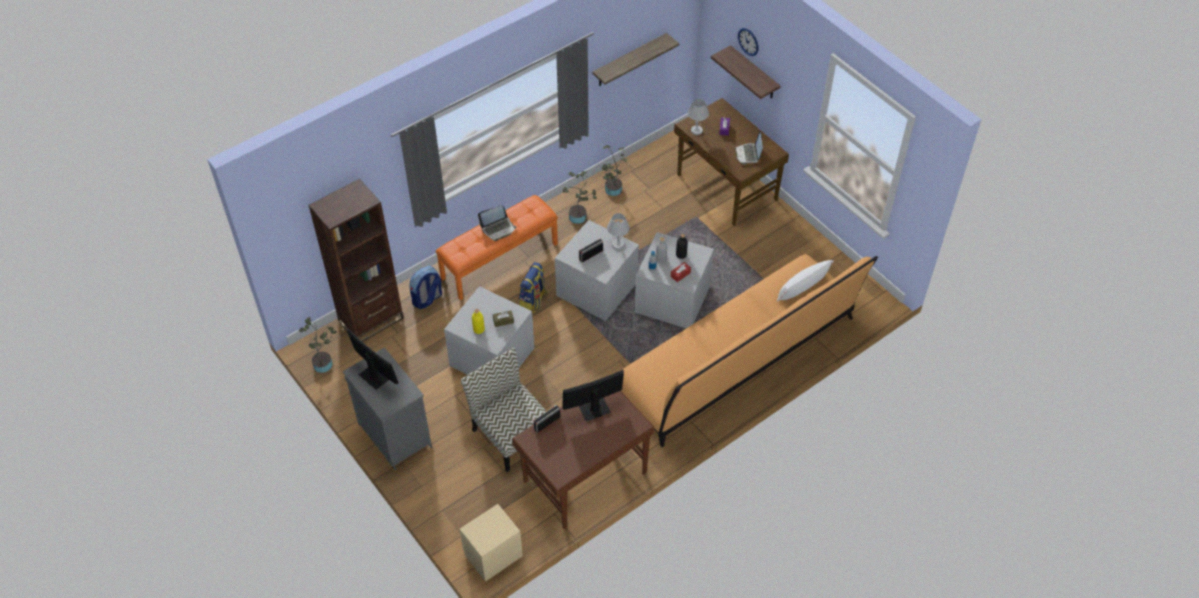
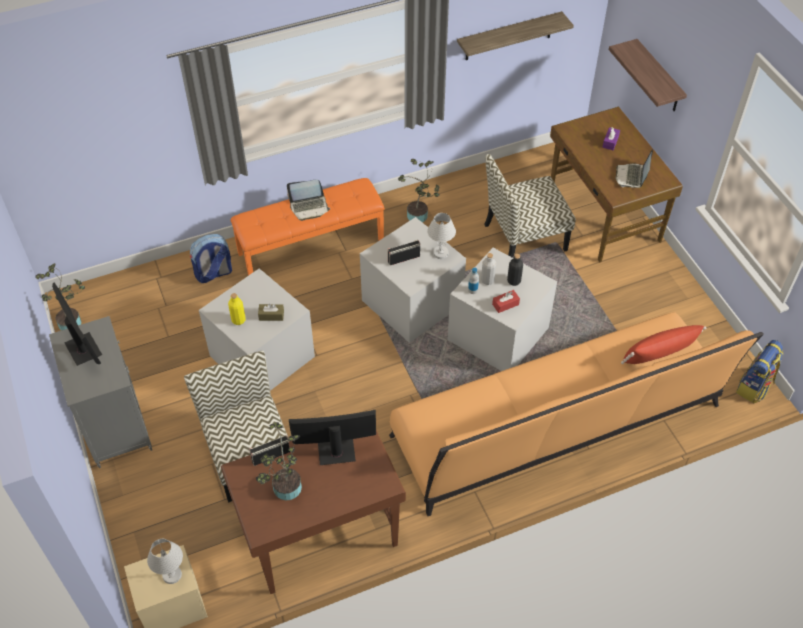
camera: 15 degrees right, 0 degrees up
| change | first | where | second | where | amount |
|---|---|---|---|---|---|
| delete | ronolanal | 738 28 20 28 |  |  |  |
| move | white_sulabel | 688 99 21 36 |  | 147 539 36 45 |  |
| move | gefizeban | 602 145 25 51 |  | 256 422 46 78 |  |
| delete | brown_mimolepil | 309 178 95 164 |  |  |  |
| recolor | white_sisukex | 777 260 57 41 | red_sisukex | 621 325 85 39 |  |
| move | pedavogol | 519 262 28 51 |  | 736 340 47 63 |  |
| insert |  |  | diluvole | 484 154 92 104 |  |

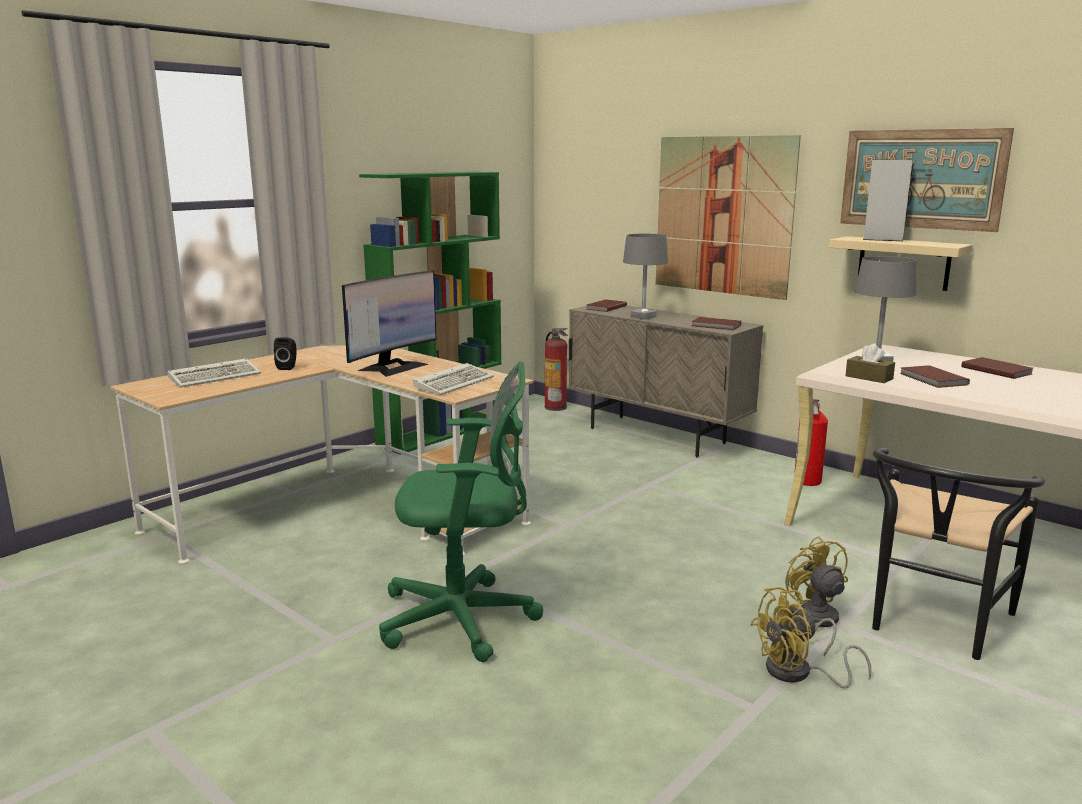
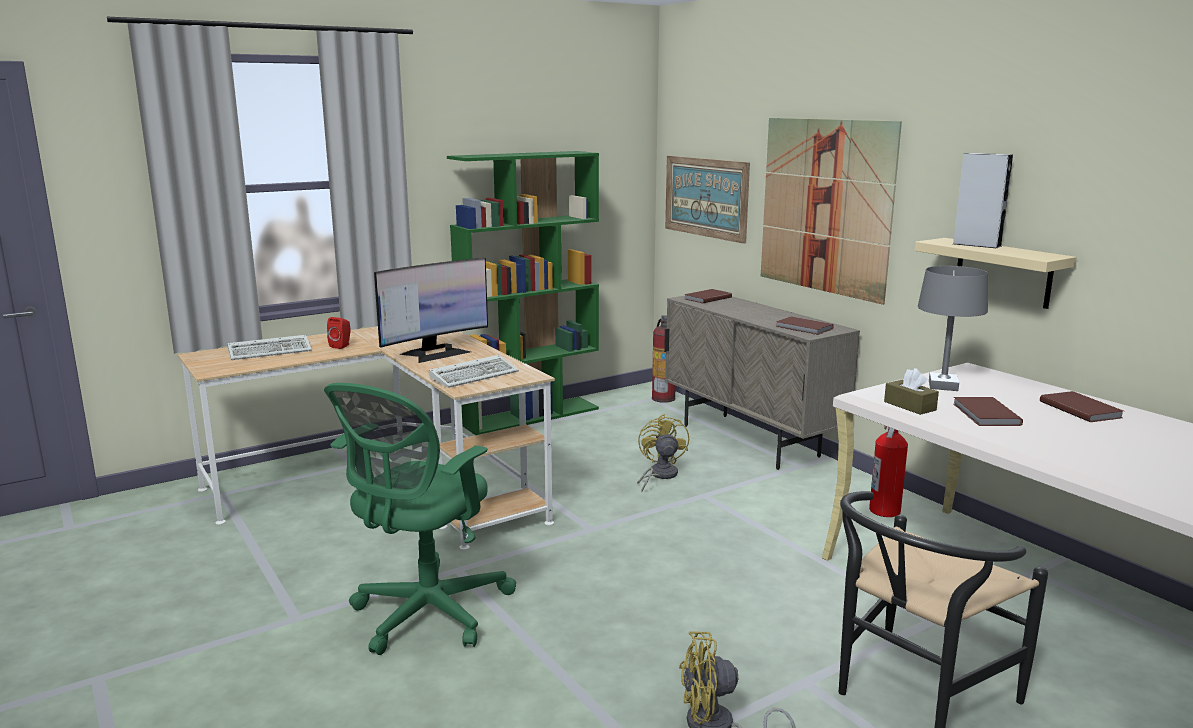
camera: 15 degrees right, 0 degrees up
| change | first | where | second | where | amount |
|---|---|---|---|---|---|
| move | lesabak | 840 128 174 104 |  | 665 156 85 88 |  |
| delete | grey_sulabel | 623 234 45 86 |  |  |  |
| recolor | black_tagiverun | 274 337 23 33 | red_tagiverun | 327 317 23 32 |  |
| rotate | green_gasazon | 379 361 164 301 |  | 324 383 192 272 | 105 degrees clockwise |
| move | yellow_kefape | 786 536 62 120 |  | 637 414 52 77 |  |

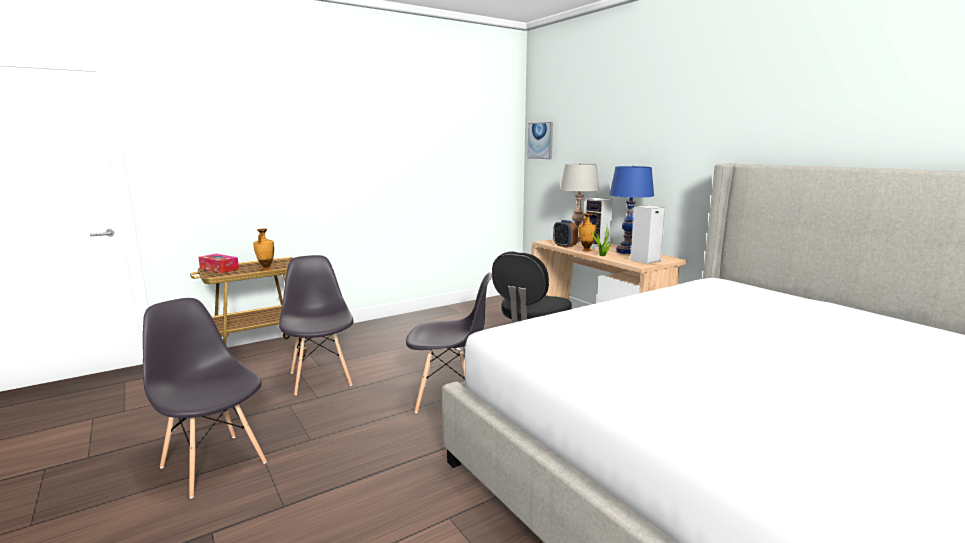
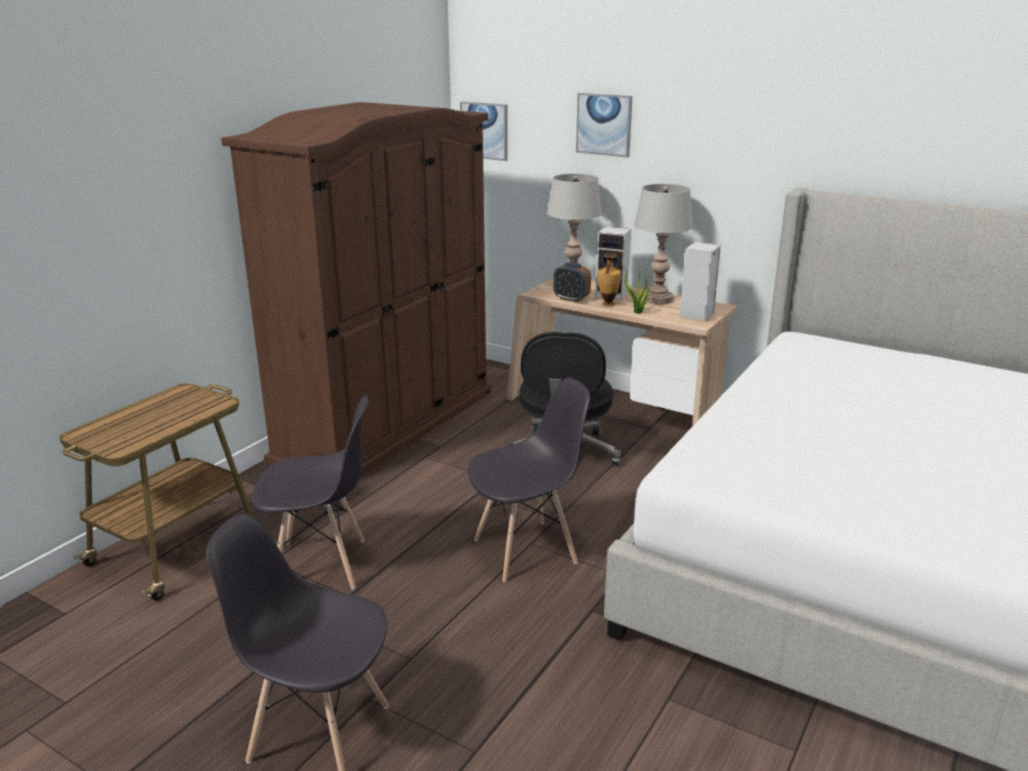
camera: 25 degrees left, 10 degrees up
| change | first | where | second | where | amount |
|---|---|---|---|---|---|
| recolor | blue_sulabel | 609 166 45 88 | grey_sulabel | 634 184 59 120 |  |
| delete | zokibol | 253 229 21 42 |  |  |  |
| delete | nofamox | 198 254 41 19 |  |  |  |
| rotate | grey_diluvole | 279 255 74 140 |  | 251 395 117 194 | 135 degrees clockwise |
| insert |  |  | lesabak | 576 93 56 64 |  |
| insert |  |  | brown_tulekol | 221 102 270 375 |  |

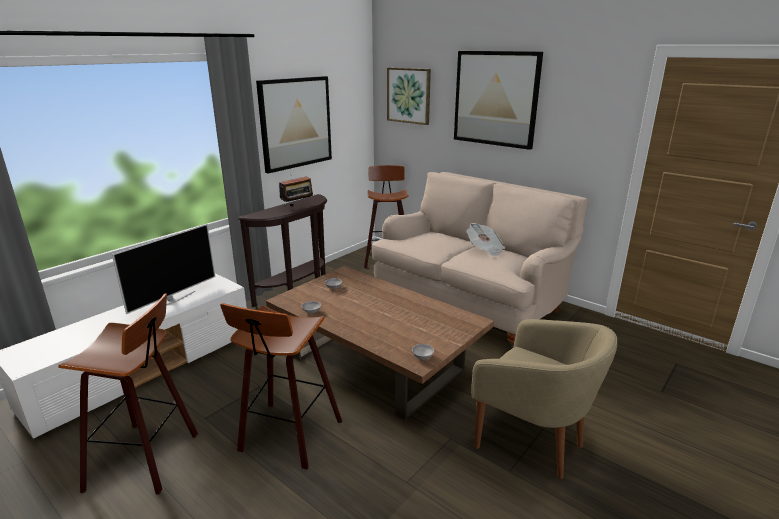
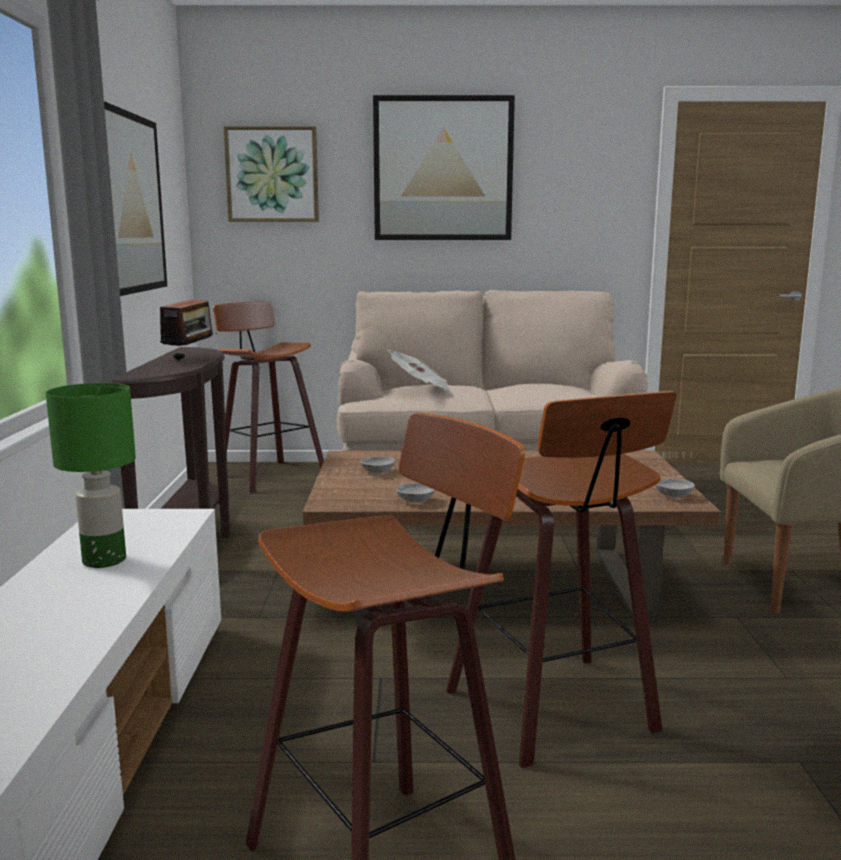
camera: 40 degrees left, 10 degrees down
| change | first | where | second | where | amount |
|---|---|---|---|---|---|
| move | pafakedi | 466 223 39 34 |  | 388 350 63 41 |  |
| replace | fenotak | 112 224 103 90 | green_sulabel | 46 383 90 185 |  |

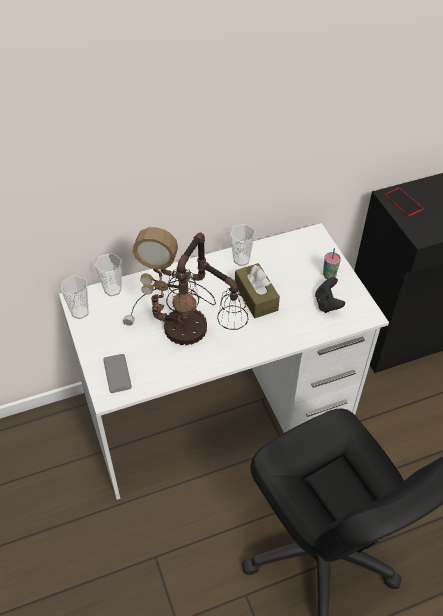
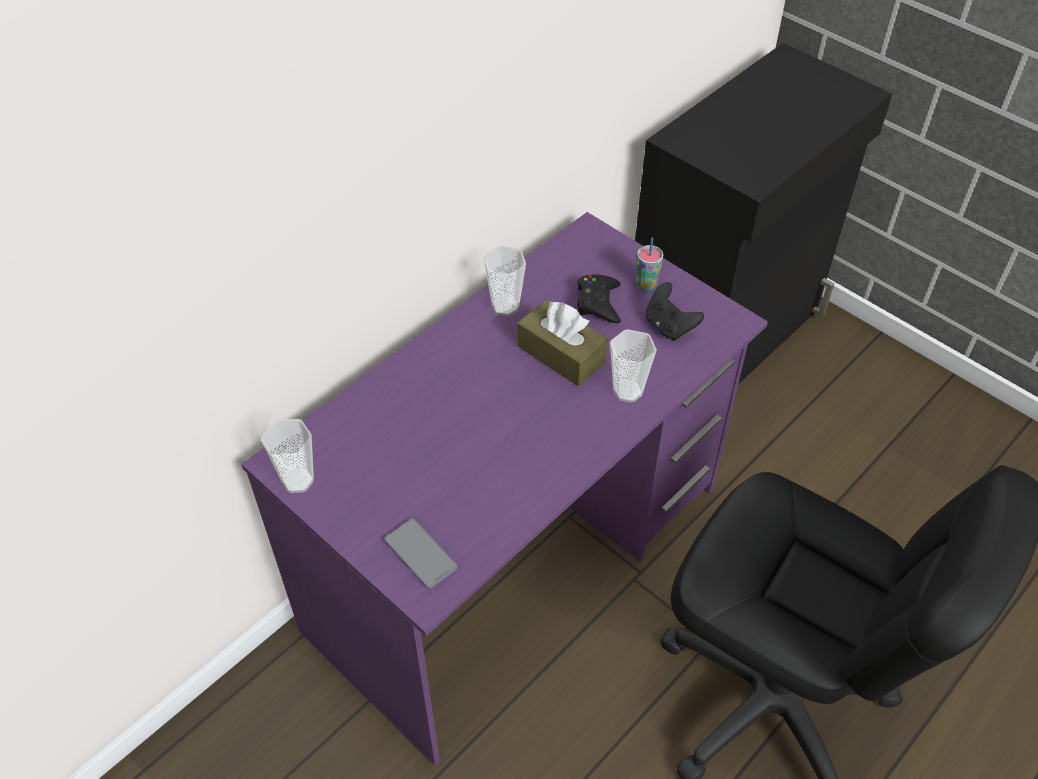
camera: 25 degrees left, 0 degrees up
| change | first | where | second | where | amount |
|---|---|---|---|---|---|
| delete | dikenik | 384 188 40 28 |  |  |  |
| recolor | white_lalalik | 59 223 330 277 | purple_lalalik | 241 212 527 553 |  |
| delete | sulabel | 123 227 125 118 |  |  |  |
| move | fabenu | 95 253 27 43 |  | 610 329 47 74 |  |
| insert |  |  | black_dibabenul | 577 275 44 48 |  |

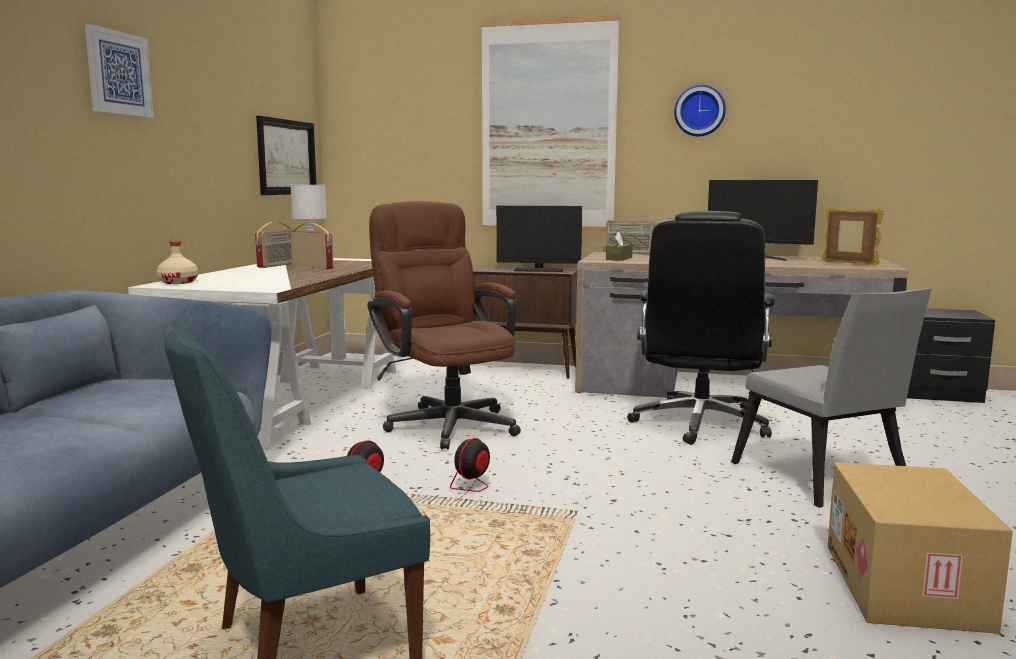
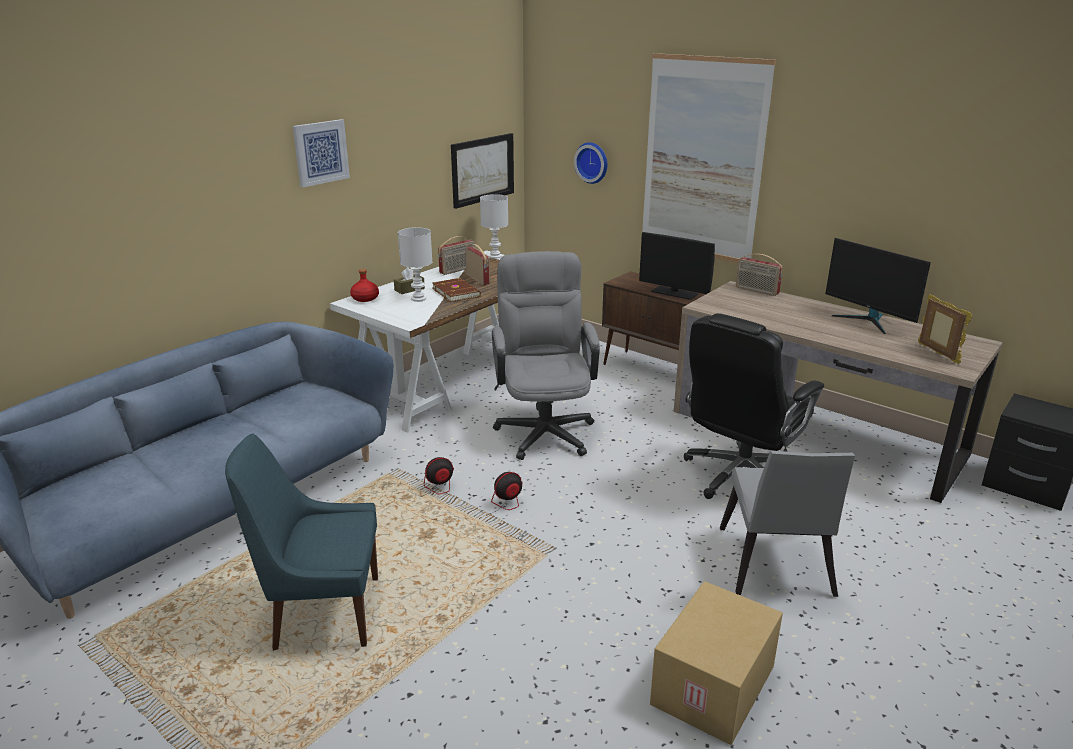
camera: 25 degrees right, 15 degrees up
| change | first | where | second | where | amount |
|---|---|---|---|---|---|
| move | ronolanal | 674 85 52 51 |  | 574 142 33 42 |  |
| recolor | brown_gasazon | 367 201 154 249 | grey_gasazon | 492 251 108 209 |  |
| move | brown_nofamox | 606 232 27 29 |  | 394 267 31 27 |  |
| recolor | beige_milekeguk | 156 240 42 44 | red_milekeguk | 350 269 29 33 |  |
| insert |  |  | white_sulabel | 398 227 34 75 |  |
| insert |  |  | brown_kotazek | 432 278 49 24 |  |

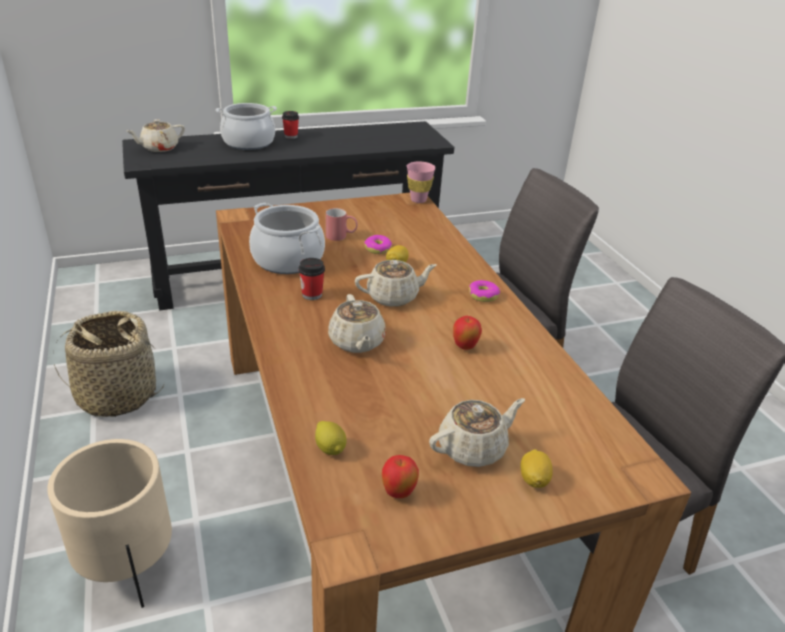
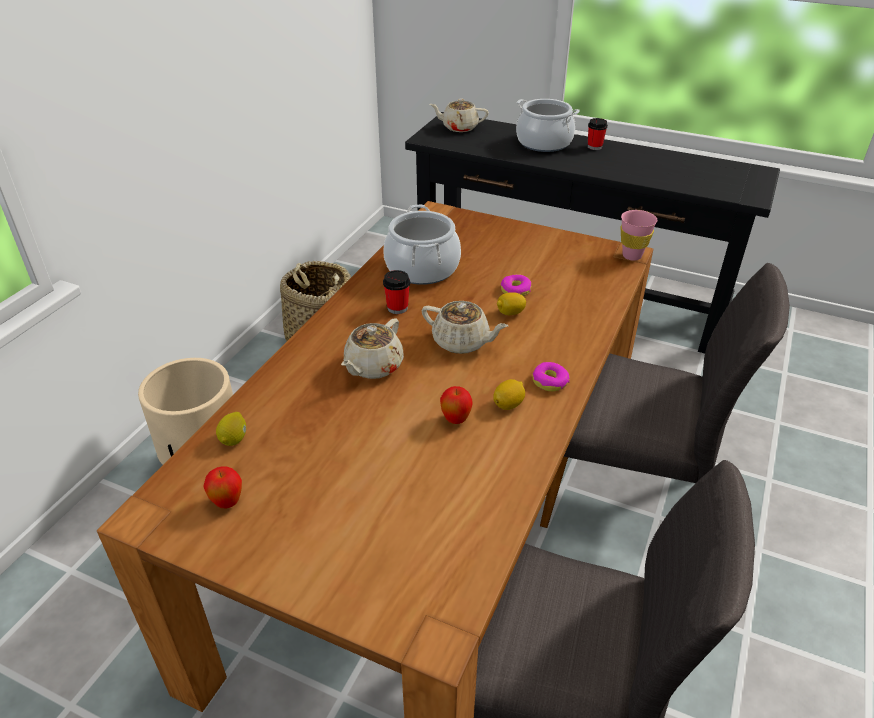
camera: 45 degrees right, 5 degrees up
| change | first | where | second | where | amount |
|---|---|---|---|---|---|
| delete | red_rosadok | 326 208 32 33 |  |  |  |
| delete | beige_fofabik | 429 398 96 69 |  |  |  |
| move | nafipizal | 521 449 32 39 |  | 493 379 32 31 |  |

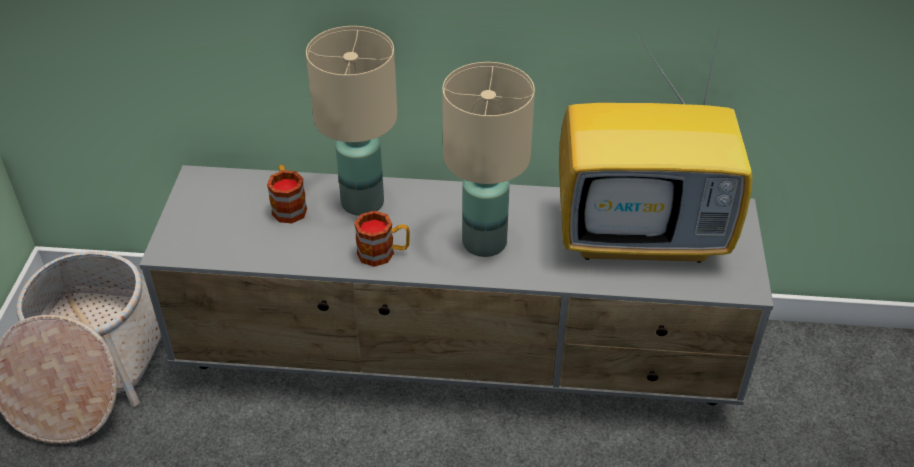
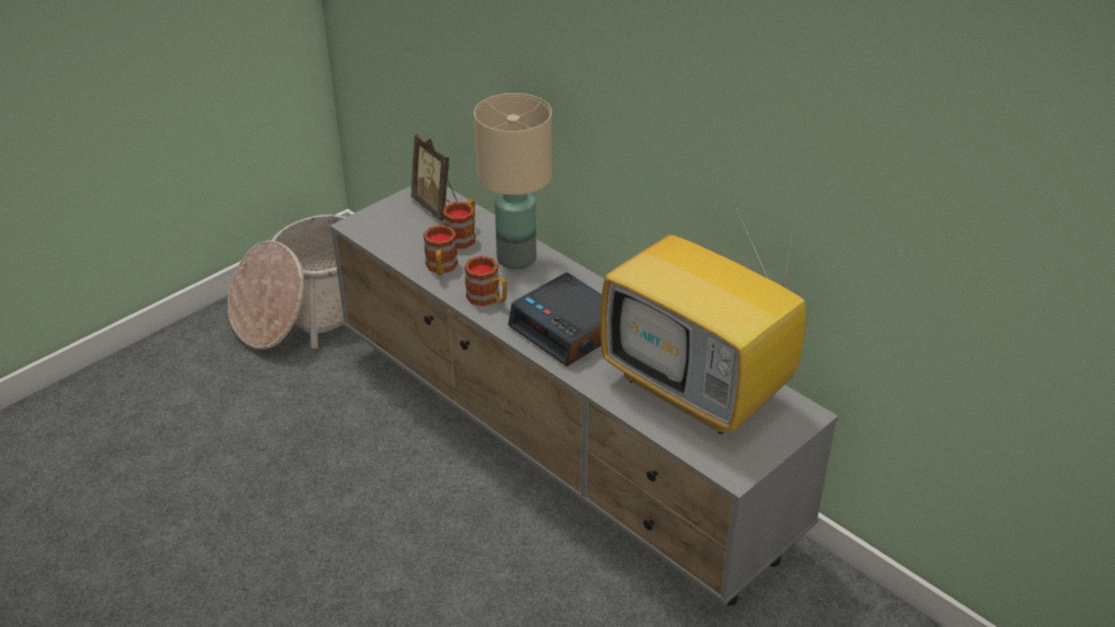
camera: 40 degrees right, 5 degrees down
| change | first | where | second | where | amount |
|---|---|---|---|---|---|
| replace | beige_sulabel | 442 62 93 195 | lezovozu | 508 273 94 93 |  |
| insert |  |  | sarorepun | 411 134 47 87 |  |
| insert |  |  | rosadok | 423 225 35 50 |  |

